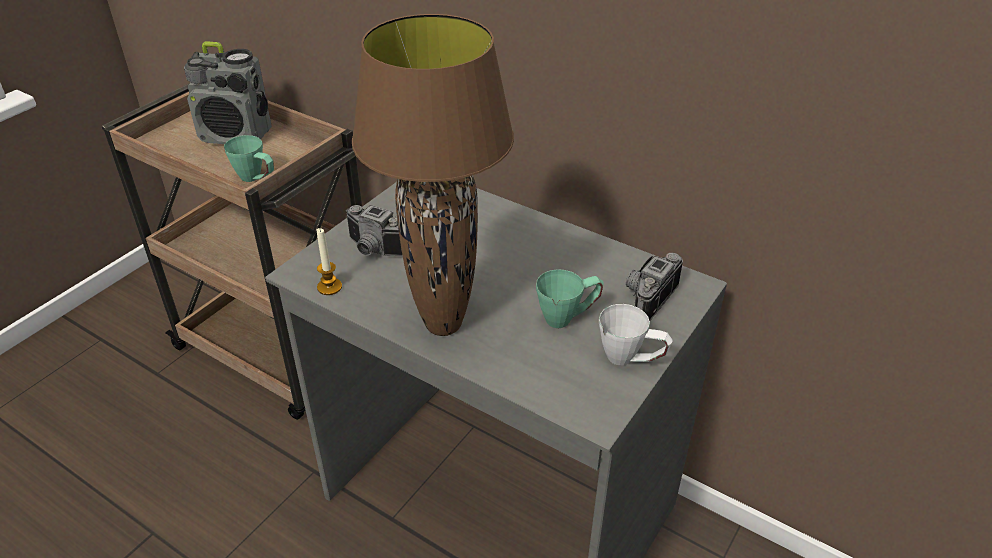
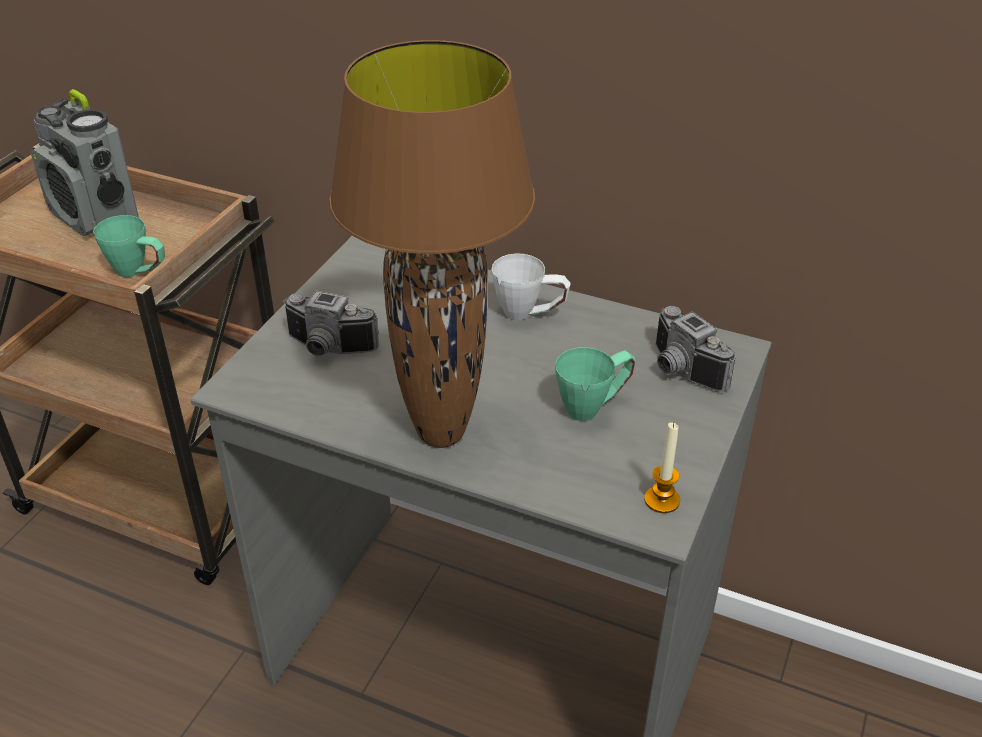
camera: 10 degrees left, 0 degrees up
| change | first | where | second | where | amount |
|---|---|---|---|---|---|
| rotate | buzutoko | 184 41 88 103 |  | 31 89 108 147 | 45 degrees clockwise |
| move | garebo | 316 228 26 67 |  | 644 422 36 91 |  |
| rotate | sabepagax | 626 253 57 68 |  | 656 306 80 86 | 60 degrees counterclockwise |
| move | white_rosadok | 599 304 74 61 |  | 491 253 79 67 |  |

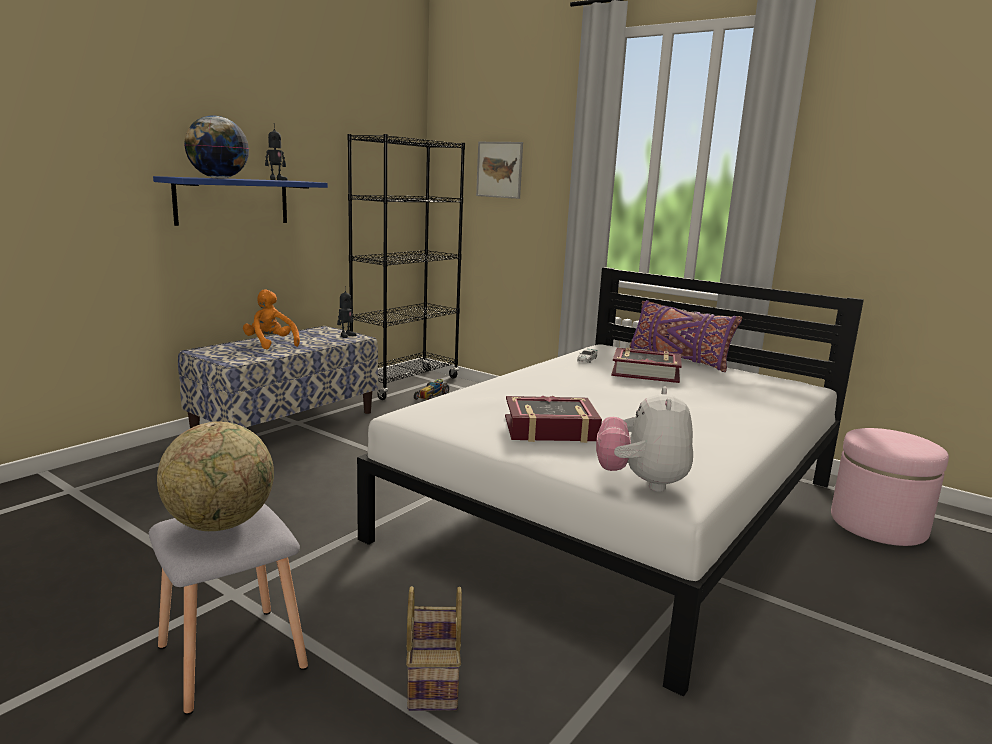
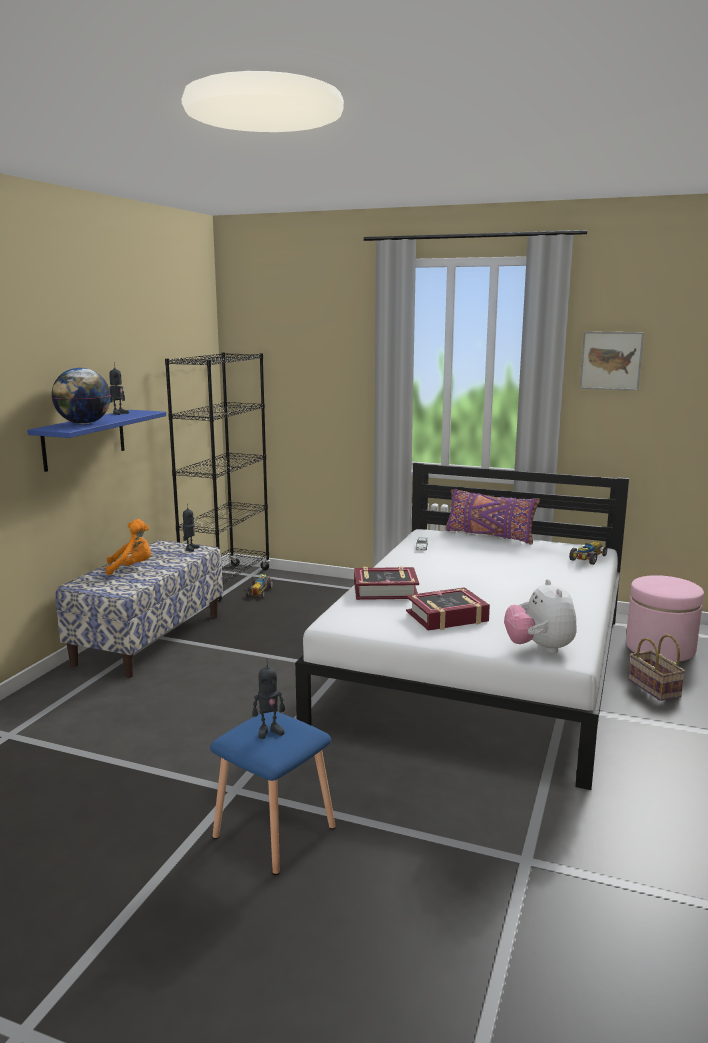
camera: 15 degrees left, 0 degrees up
| change | first | where | second | where | amount |
|---|---|---|---|---|---|
| move | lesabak | 476 142 47 57 |  | 579 331 65 60 |  |
| rotate | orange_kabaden | 243 289 57 60 |  | 105 519 46 56 | 135 degrees clockwise |
| move | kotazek | 611 348 71 35 |  | 354 566 65 34 |  |
| replace | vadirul | 157 421 117 110 | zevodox | 252 658 33 81 |  |
| recolor | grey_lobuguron | 149 503 159 212 | blue_lobuguron | 210 711 126 164 |  |
| move | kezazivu | 406 586 56 125 |  | 629 634 56 67 |  |
| insert |  |  | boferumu | 569 541 38 24 |  |

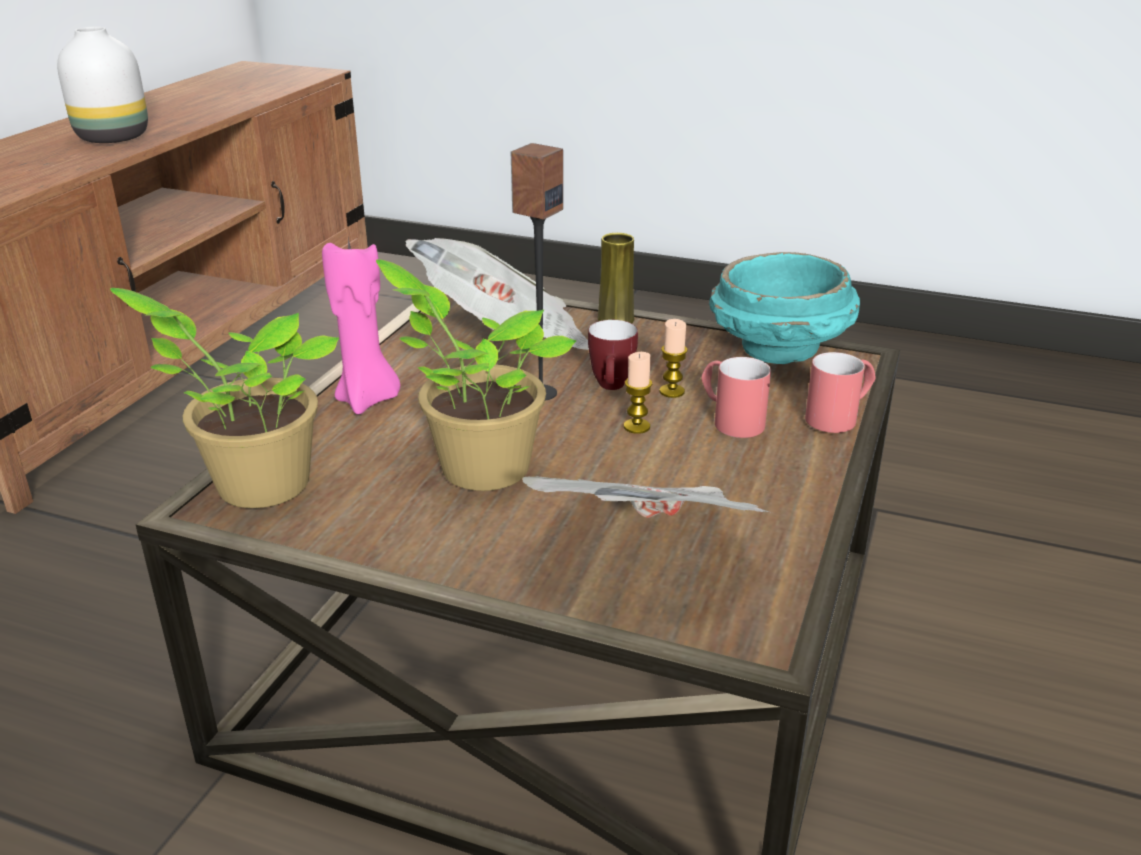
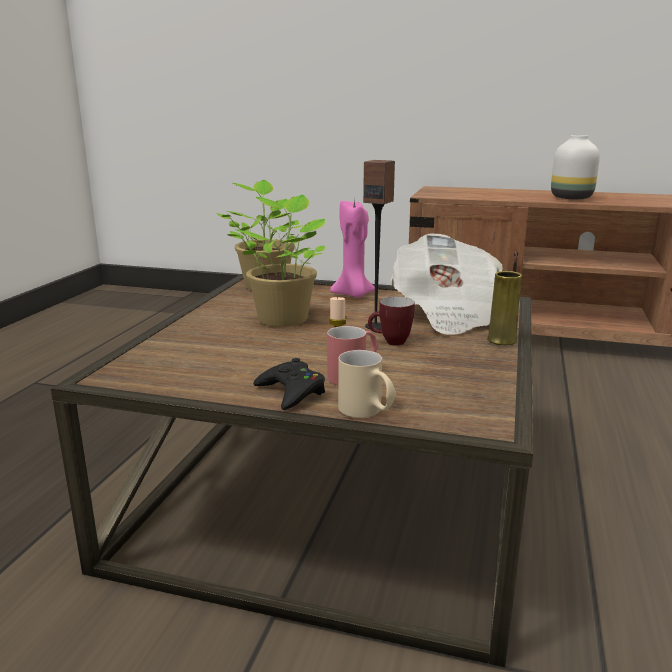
camera: 85 degrees right, 10 degrees down
| change | first | where | second | where | amount |
|---|---|---|---|---|---|
| delete | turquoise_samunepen | 709 252 151 112 |  |  |  |
| delete | garebo | 659 319 29 79 |  |  |  |
| recolor | red_rosadok | 805 352 71 81 | beige_rosadok | 338 350 58 68 |  |
| delete | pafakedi | 523 476 249 42 |  |  |  |
| insert |  |  | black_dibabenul | 254 358 71 52 |  |

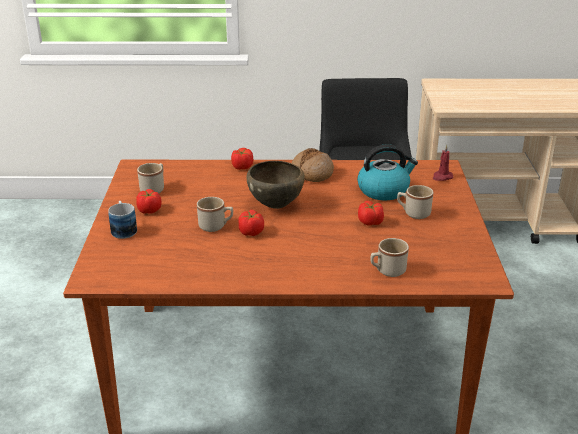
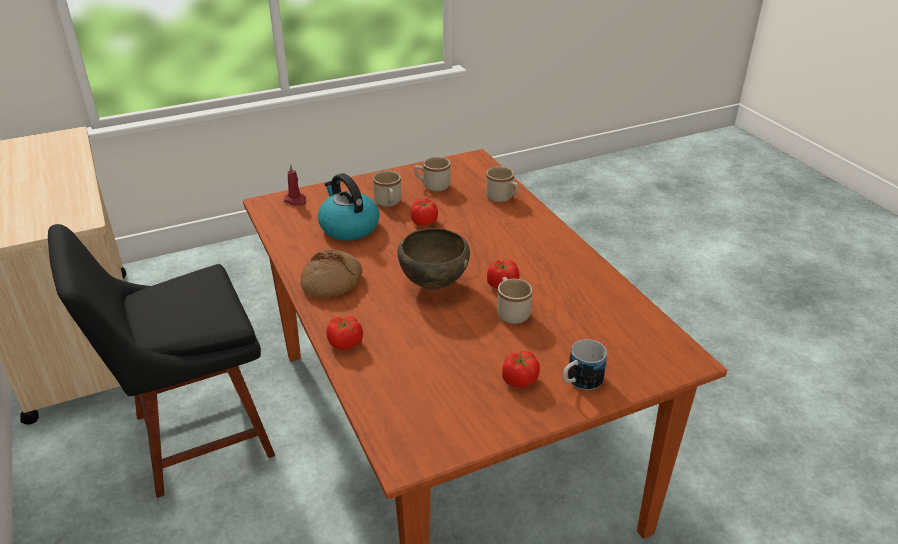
camera: 115 degrees left, 5 degrees up
| change | first | where | second | where | amount |
|---|---|---|---|---|---|
| move | beige_rosadok | 137 163 27 31 |  | 415 157 35 35 |  |

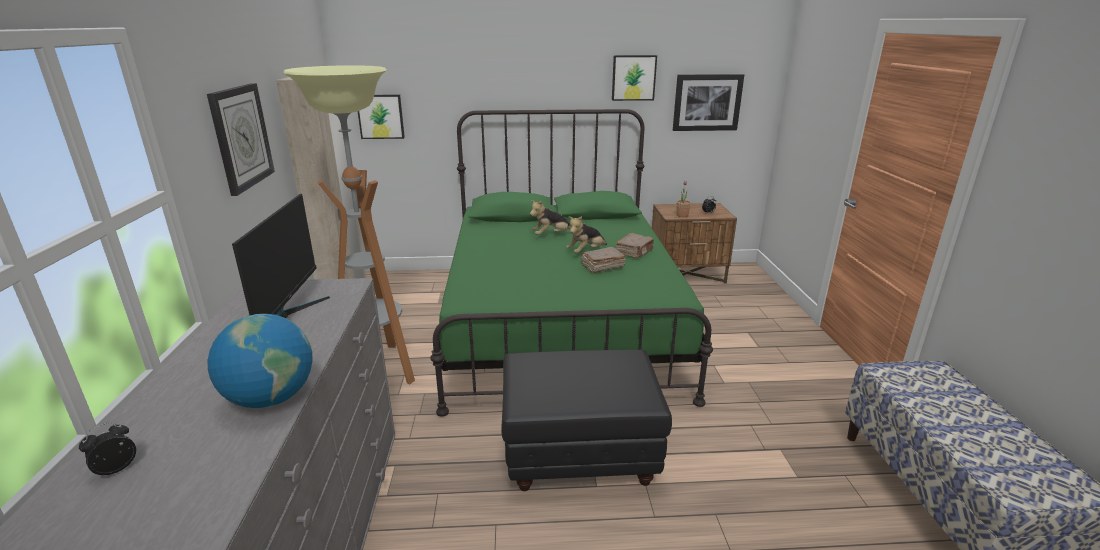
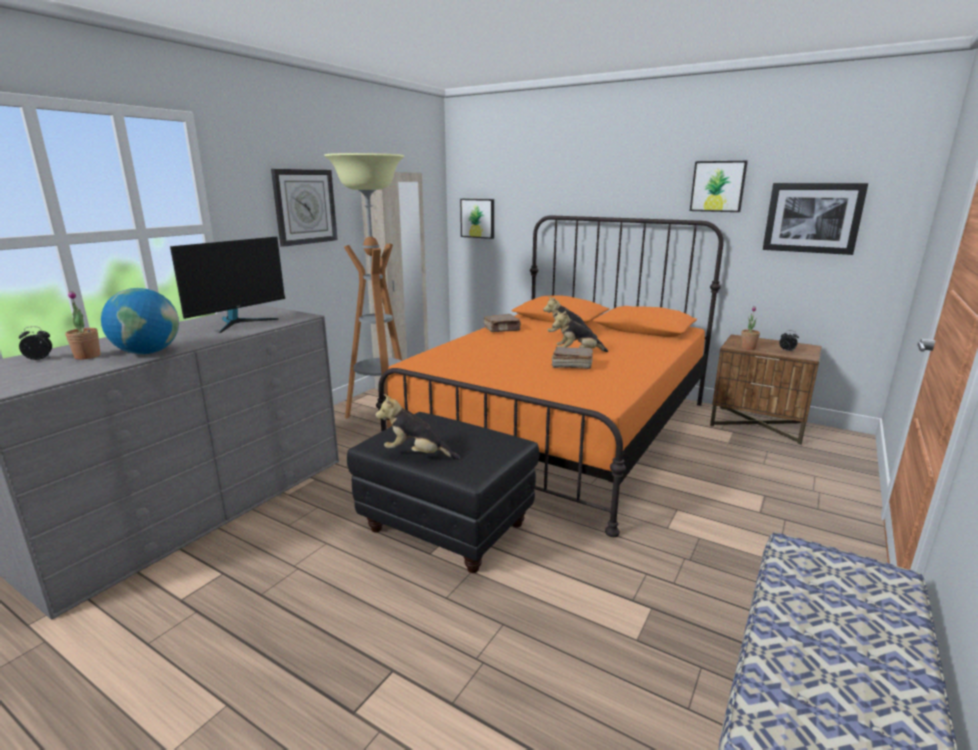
camera: 35 degrees right, 5 degrees down
| change | first | where | second | where | amount |
|---|---|---|---|---|---|
| recolor | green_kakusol | 430 109 283 308 | orange_kakusol | 376 215 348 322 |  |
| move | brown_kotazek | 616 233 38 25 |  | 484 314 37 18 |  |
| insert |  |  | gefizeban | 65 290 35 70 |  |
| insert |  |  | kabaden | 375 394 85 66 |  |

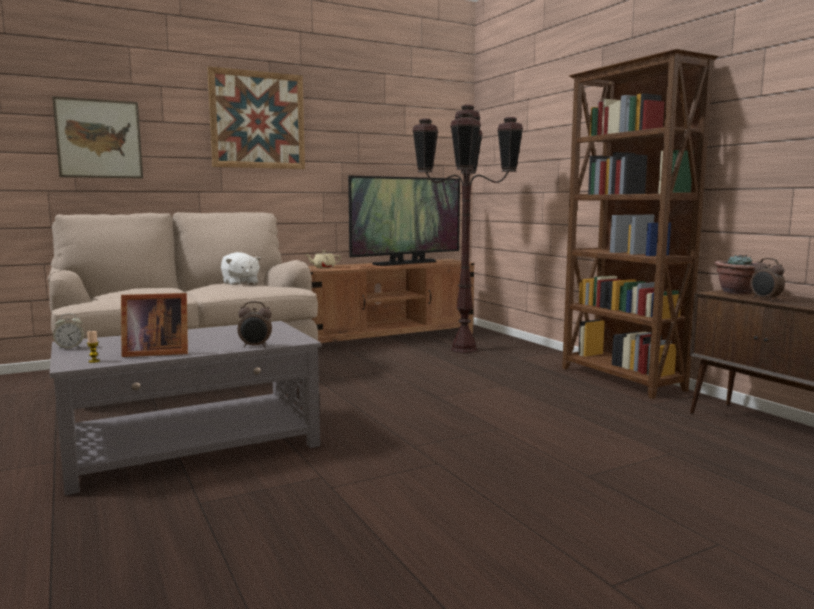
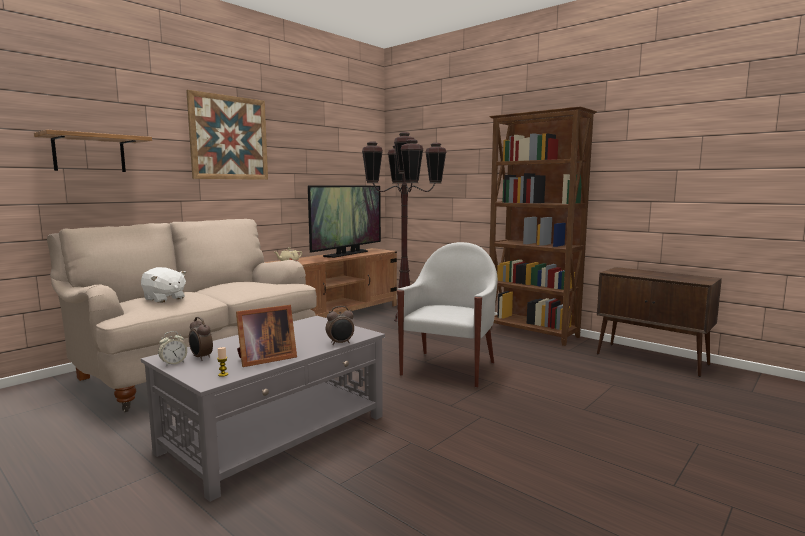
camera: 20 degrees left, 0 degrees up
| change | first | where | second | where | amount |
|---|---|---|---|---|---|
| replace | lesabak | 52 96 91 82 | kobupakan | 34 129 118 43 |  |
| move | white_kabaden | 221 252 40 33 |  | 141 267 46 36 |  |
| delete | gefizeban | 714 255 44 39 |  |  |  |
| move | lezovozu | 750 258 35 43 |  | 189 317 24 44 |  |
| insert |  |  | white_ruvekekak | 397 242 101 146 |  |

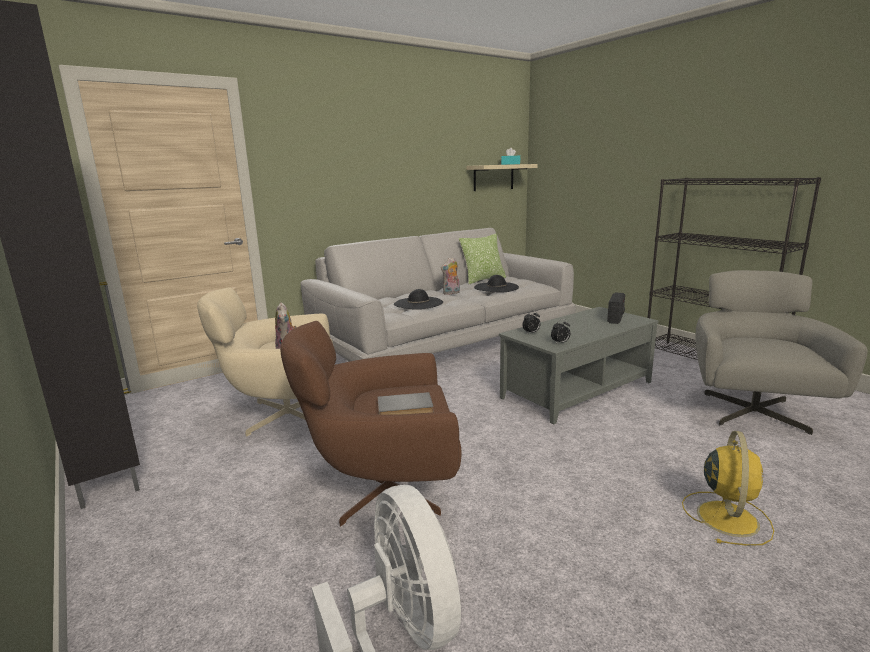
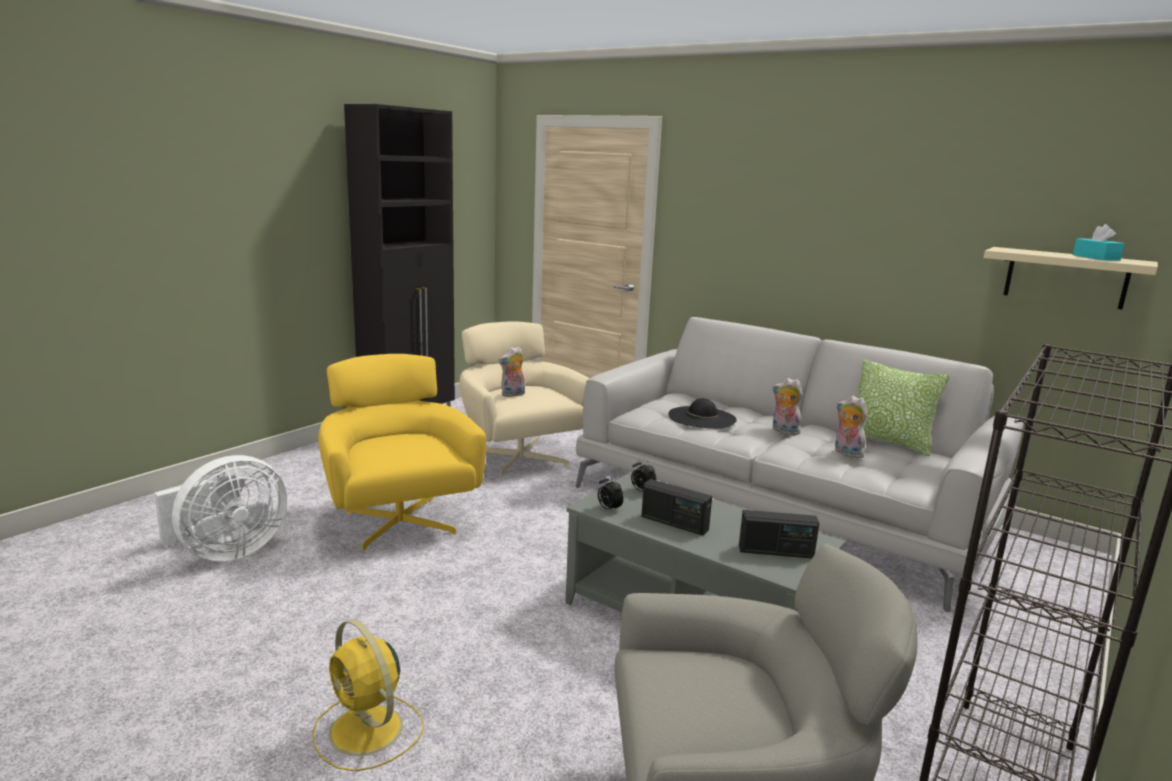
camera: 70 degrees right, 0 degrees up
| change | first | where | second | where | amount |
|---|---|---|---|---|---|
| replace | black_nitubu | 474 275 45 17 | kabaden | 835 395 32 63 |  |
| recolor | brown_ruvekekak | 280 321 182 205 | yellow_ruvekekak | 318 354 168 197 |  |
| delete | grey_kotazek | 377 392 57 23 |  |  |  |
| rotate | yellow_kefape | 682 431 92 115 |  | 312 619 112 152 | 45 degrees clockwise |
| insert |  |  | buzutoko | 641 479 71 57 |  |

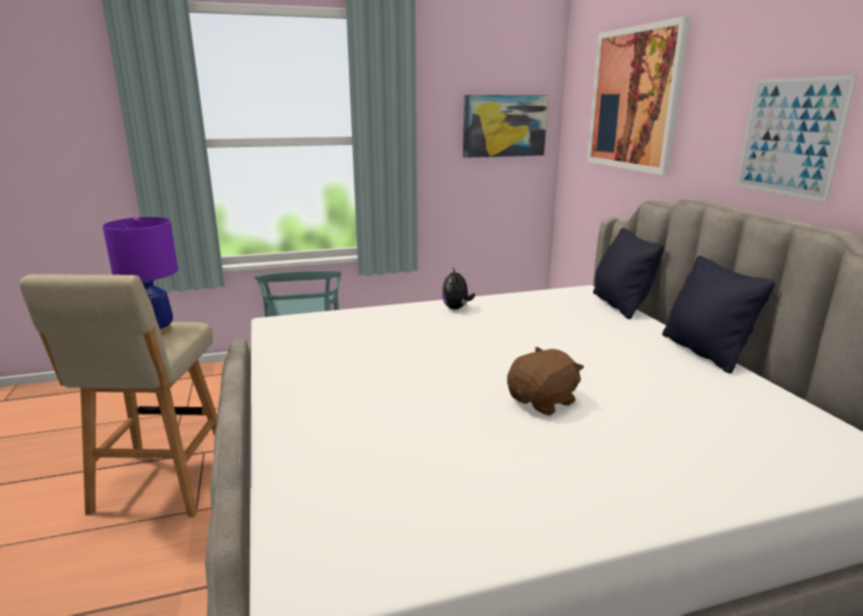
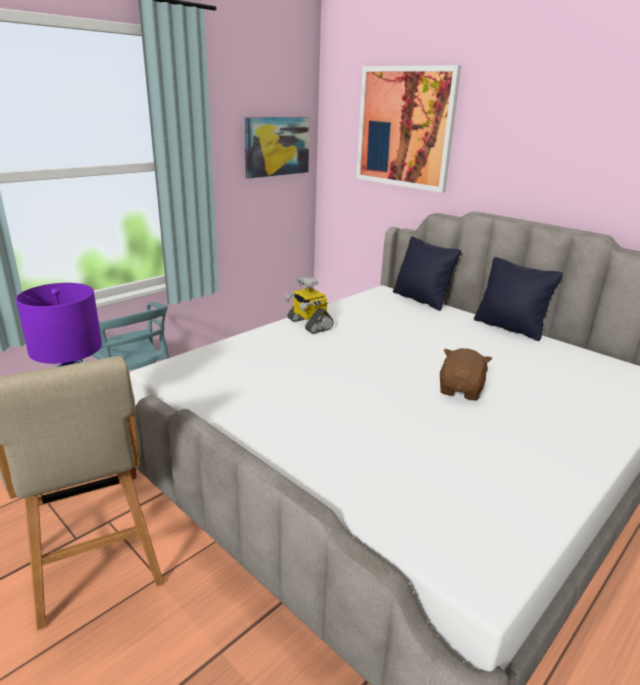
camera: 30 degrees left, 5 degrees up
| change | first | where | second | where | amount |
|---|---|---|---|---|---|
| delete | lesabak | 736 75 122 127 |  |  |  |
| replace | kabaden | 442 268 33 42 | zevodox | 284 277 50 57 |  |

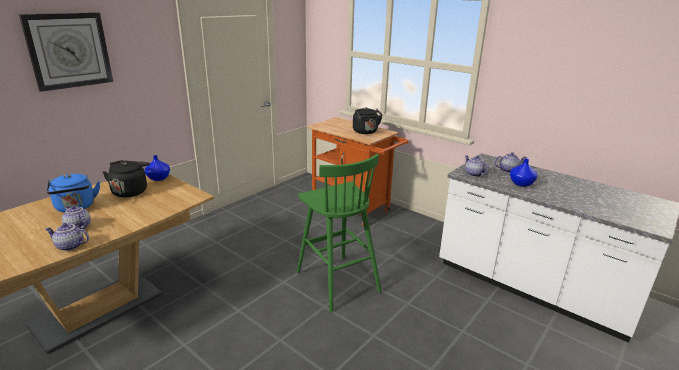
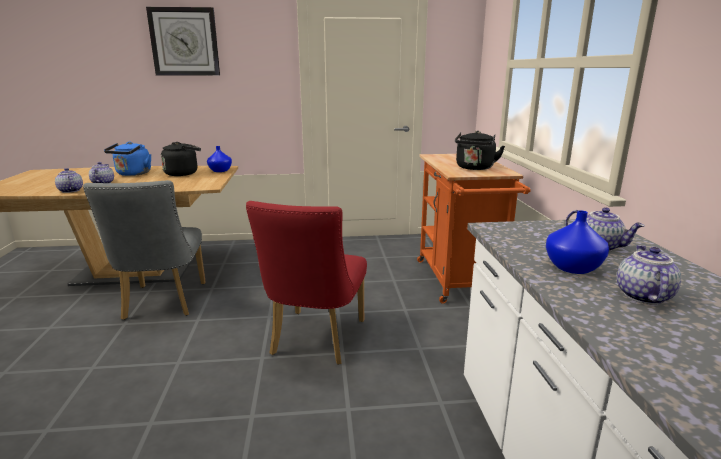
camera: 45 degrees right, 5 degrees down
| change | first | where | second | where | amount |
|---|---|---|---|---|---|
| replace | green_lobuguron | 297 154 85 158 | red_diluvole | 246 201 121 164 |  |
| move | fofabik | 465 155 24 22 |  | 617 245 64 60 |  |
| insert |  |  | grey_diluvole | 83 180 123 140 |  |

